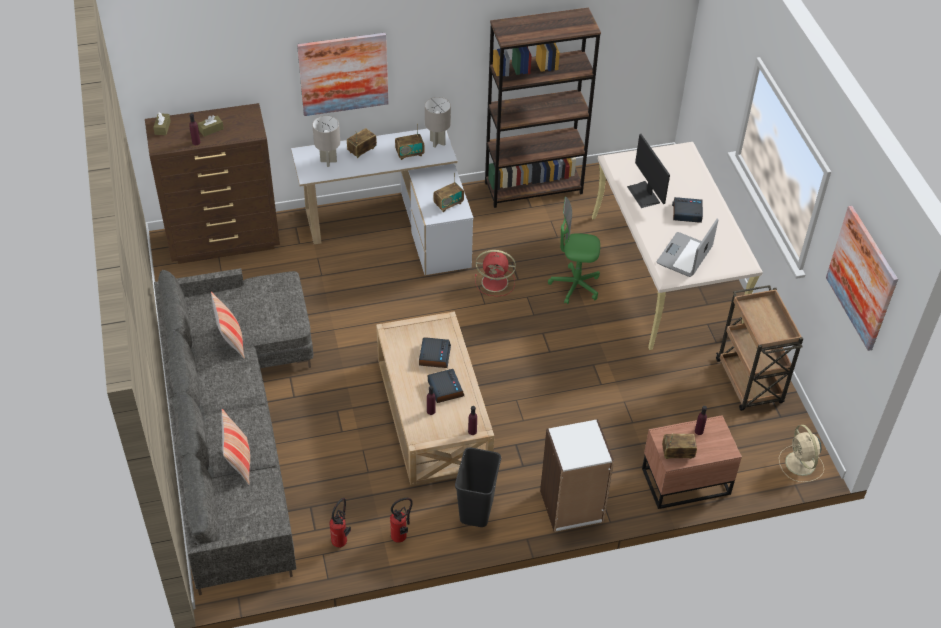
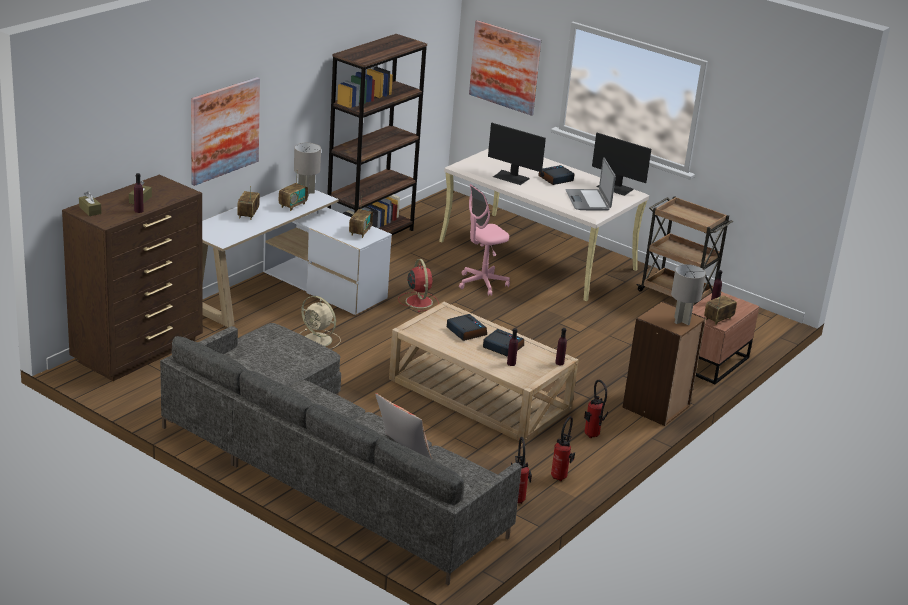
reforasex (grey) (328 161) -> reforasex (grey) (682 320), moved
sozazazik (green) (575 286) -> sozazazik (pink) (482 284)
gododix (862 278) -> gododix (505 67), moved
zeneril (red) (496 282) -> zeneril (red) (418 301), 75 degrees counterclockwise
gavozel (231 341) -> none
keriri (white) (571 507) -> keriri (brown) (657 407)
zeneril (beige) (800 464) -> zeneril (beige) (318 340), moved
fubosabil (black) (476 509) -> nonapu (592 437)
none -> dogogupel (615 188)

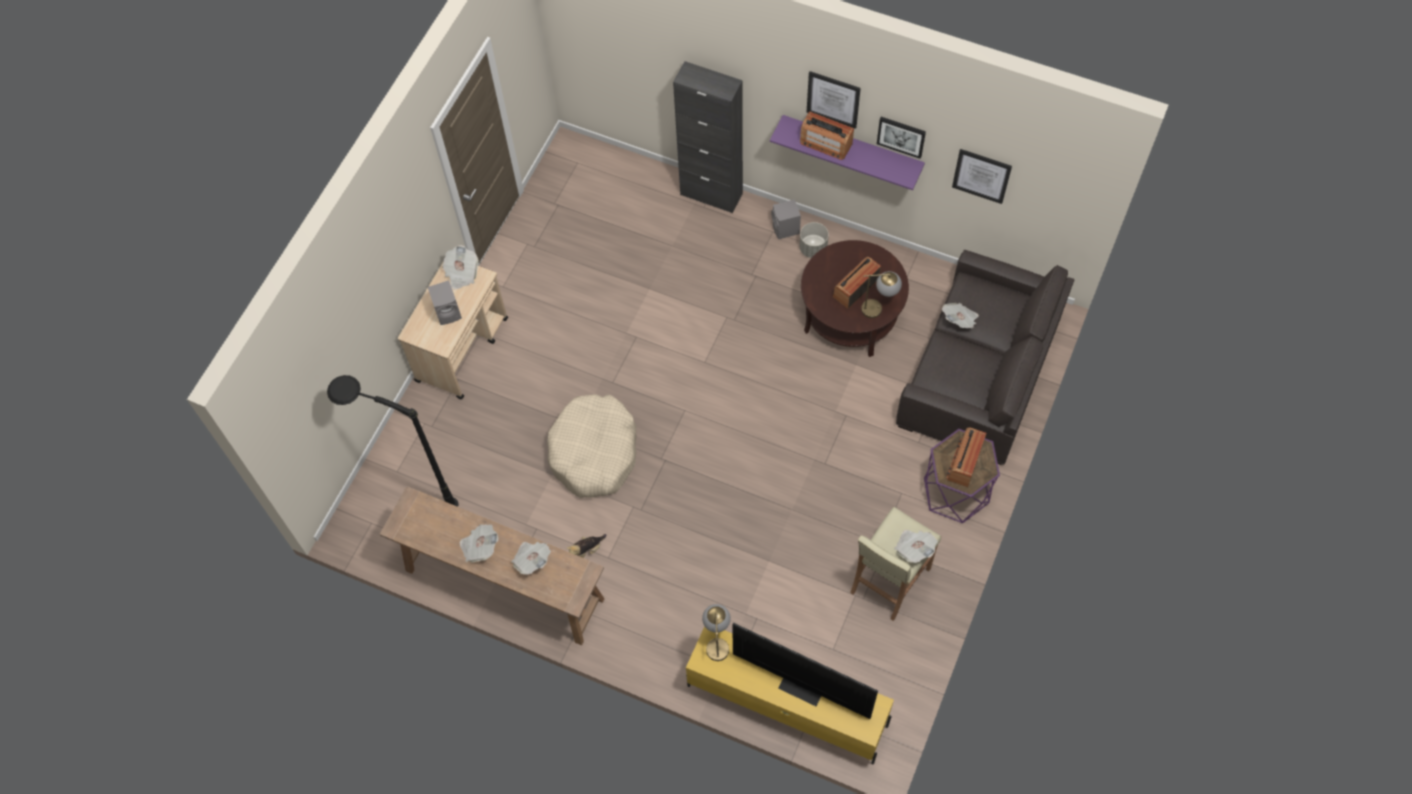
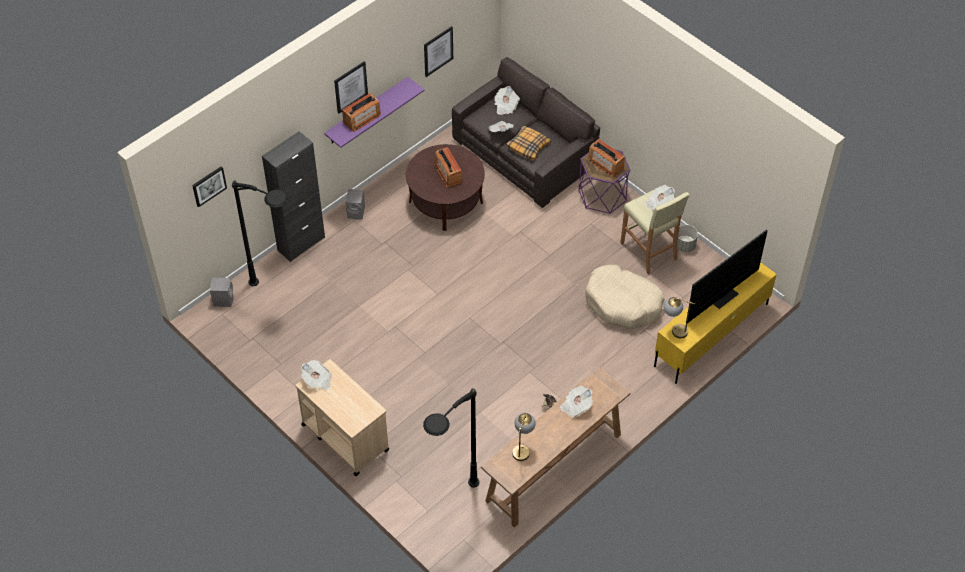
gododix (901 136) -> gododix (209 186), moved
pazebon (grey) (813 248) -> pazebon (grey) (684 245), moved
reforasex (879 308) -> reforasex (522 448), moved
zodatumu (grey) (449 312) -> zodatumu (grey) (223 299), moved
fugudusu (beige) (594 452) -> fugudusu (beige) (623 303), moved
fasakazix (480 547) -> fasakazix (506 106), moved
none -> gavozel (528 146)
none -> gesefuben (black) (281 295)

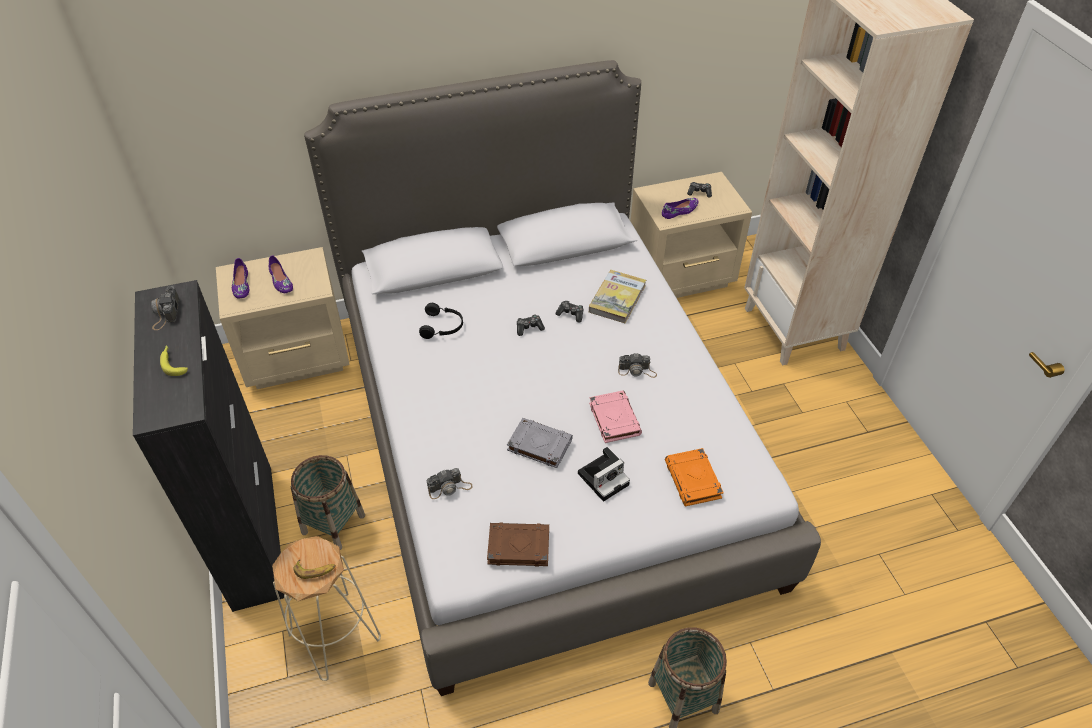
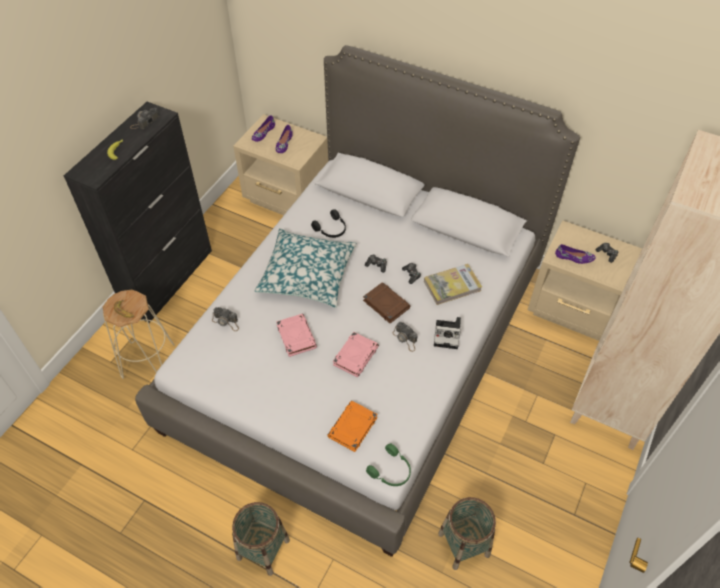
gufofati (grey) (539 445) -> gufofati (pink) (296 336)
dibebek (604 477) -> dibebek (448 335), moved
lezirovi (333 524) -> lezirovi (463 544), moved
gufofati (brown) (518 547) -> gufofati (brown) (385 304), moved
none -> gavozel (307 275)
none -> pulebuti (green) (391 471)

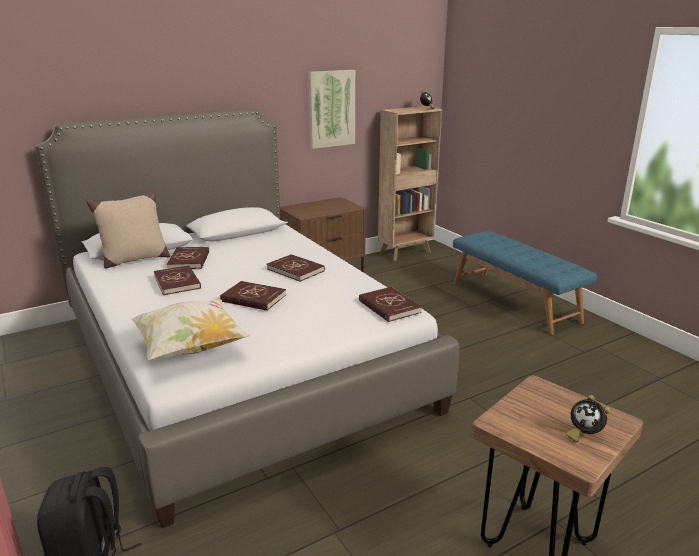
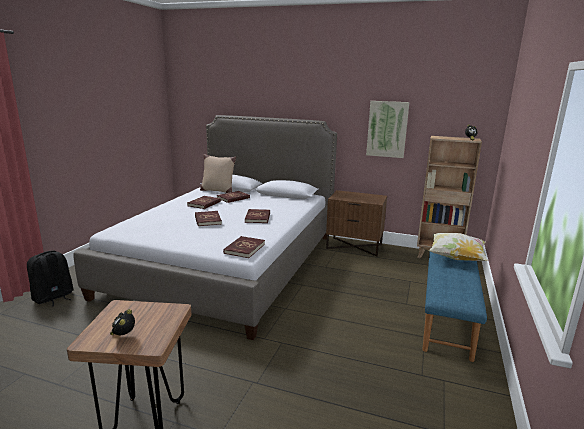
gavozel (191 348) -> gavozel (456 258), moved

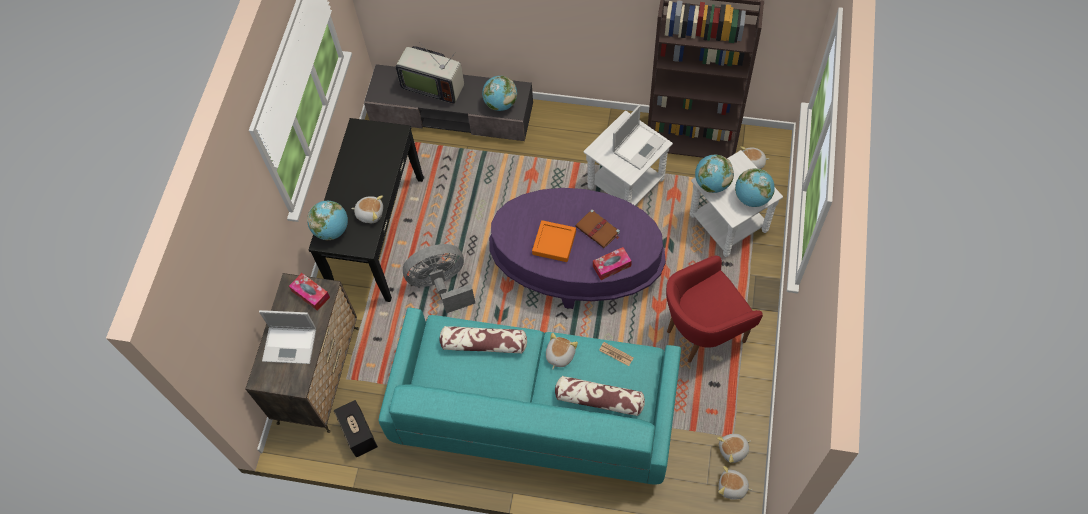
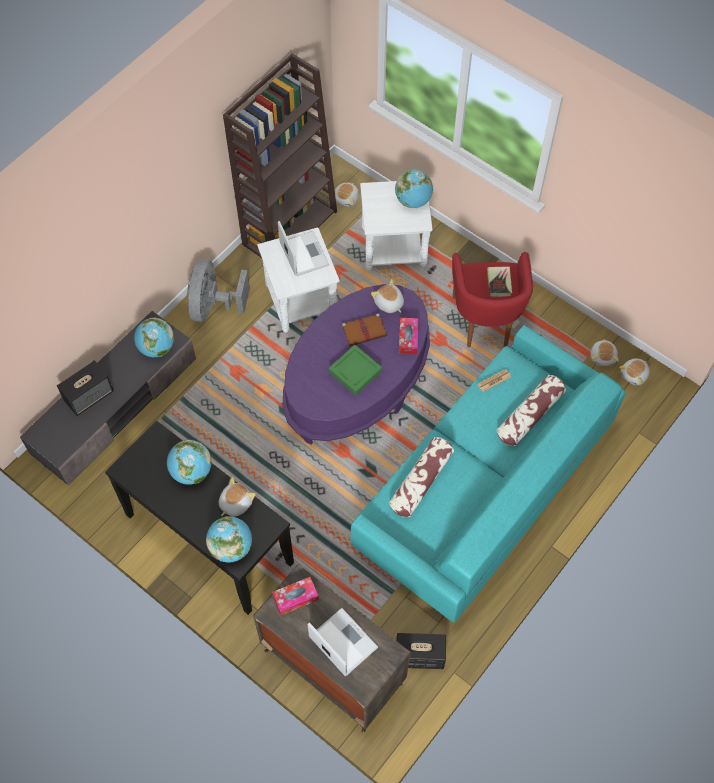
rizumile (433 85) -> zodatumu (89 396)
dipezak (712 184) -> dipezak (191 471), moved
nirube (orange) (554 243) -> nirube (green) (355 372)
zeneril (grey) (442 285) -> zeneril (grey) (213 306), moved
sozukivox (291 344) -> sozukivox (342 641), 75 degrees counterclockwise
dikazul (559 355) -> dikazul (389 303), moved
none -> gufofati (499 282)

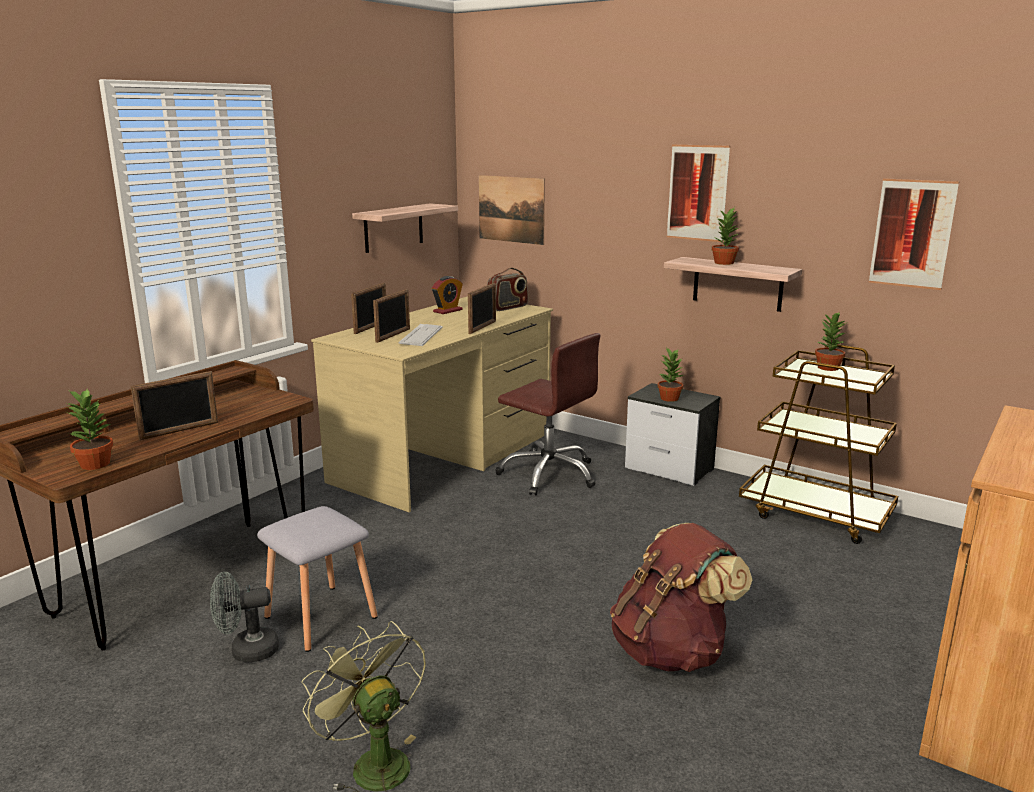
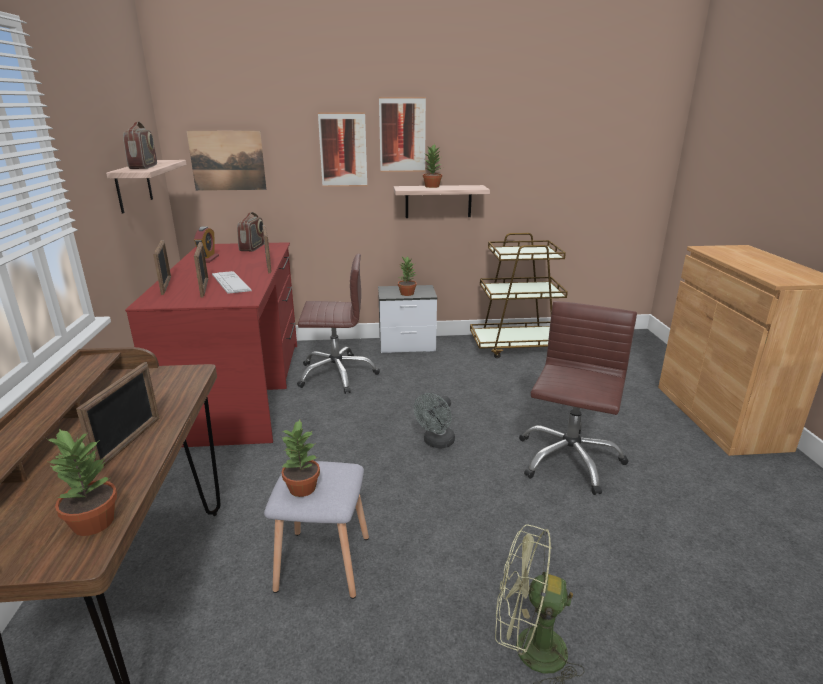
gododix (912 234) -> gododix (343 150), moved
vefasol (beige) (445 457) -> vefasol (red) (240 388)
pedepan (827 368) -> pedepan (302 488), moved
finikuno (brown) (671 651) -> sozazazik (brown) (568 459)
zeneril (grey) (247 651) -> zeneril (grey) (436 443), moved
none -> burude (144 167)

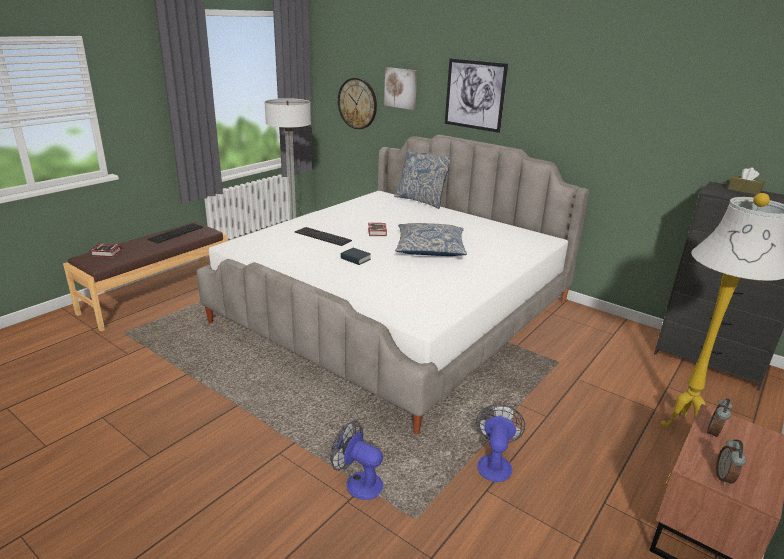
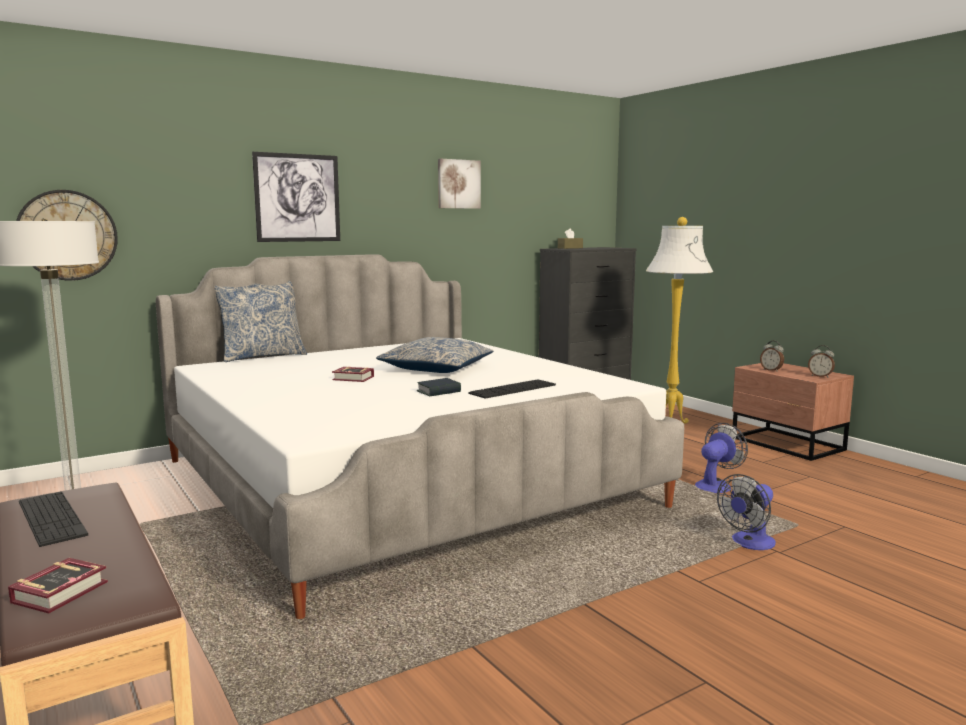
gododix (401 88) -> gododix (458 184), moved
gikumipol (322 236) -> gikumipol (513 389), moved
zeneril (494 463) -> zeneril (716 485), 105 degrees clockwise

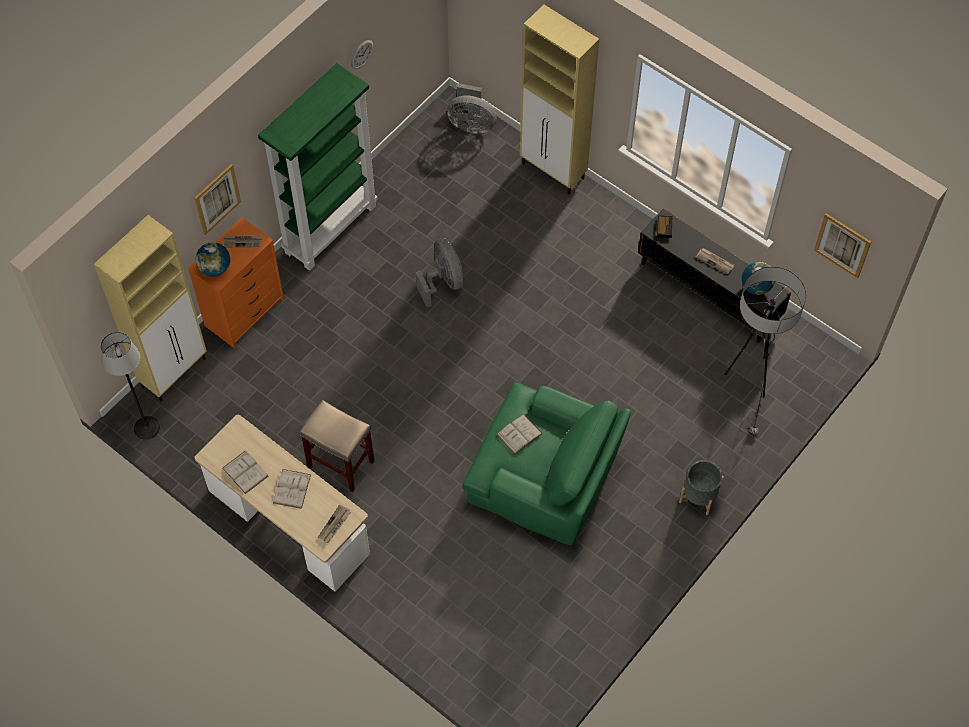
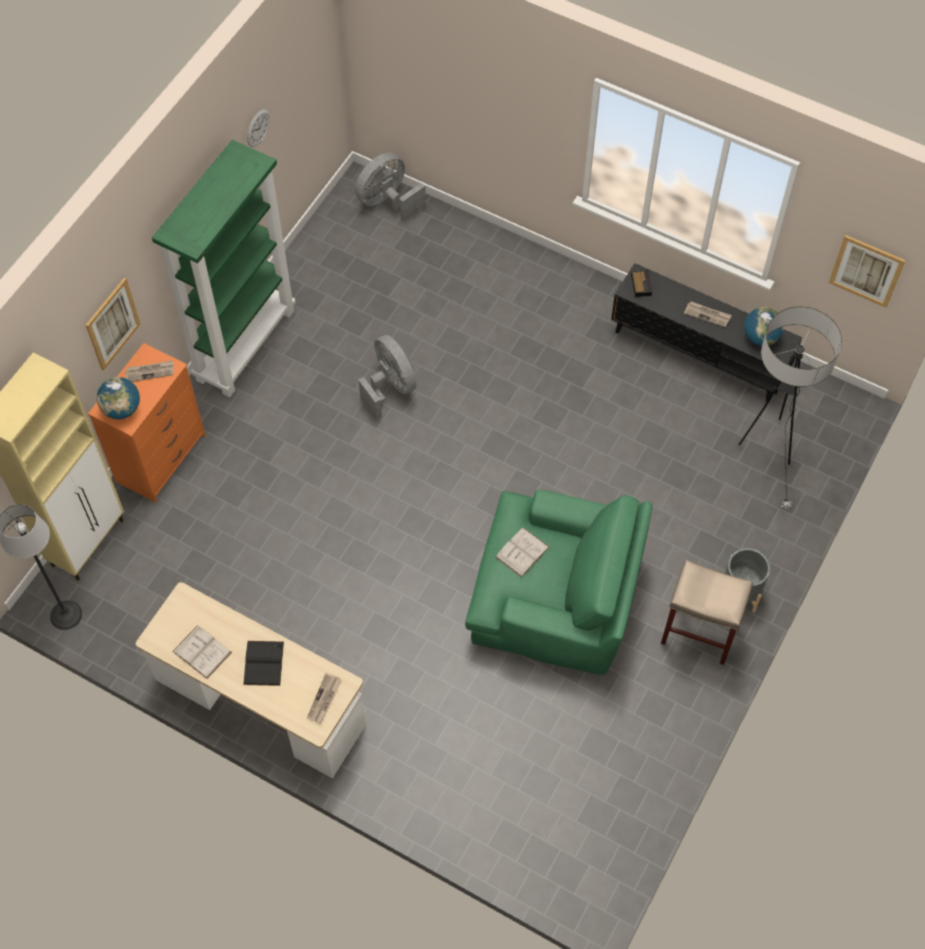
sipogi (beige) (553 171) -> none
zeneril (grey) (472 124) -> zeneril (grey) (388 201), 135 degrees clockwise
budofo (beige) (342 464) -> budofo (beige) (700 632), moved
gufofati (white) (292 488) -> gufofati (black) (263 663)

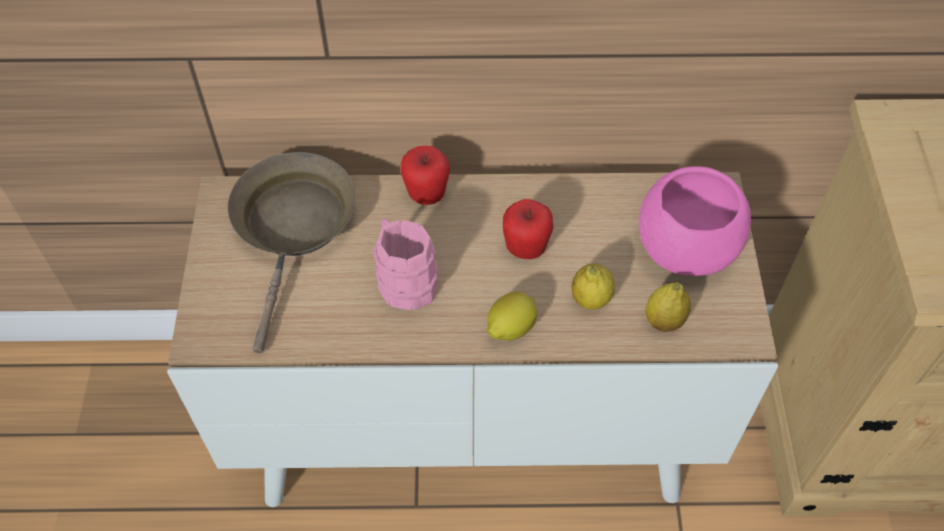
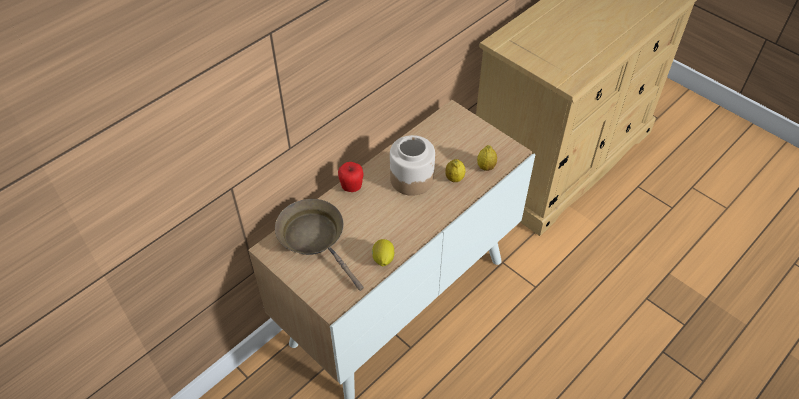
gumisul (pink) (686 250) -> none
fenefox (526 248) -> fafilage (411 178)
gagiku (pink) (404 279) -> none
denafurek (510 328) -> denafurek (383 259), moved

